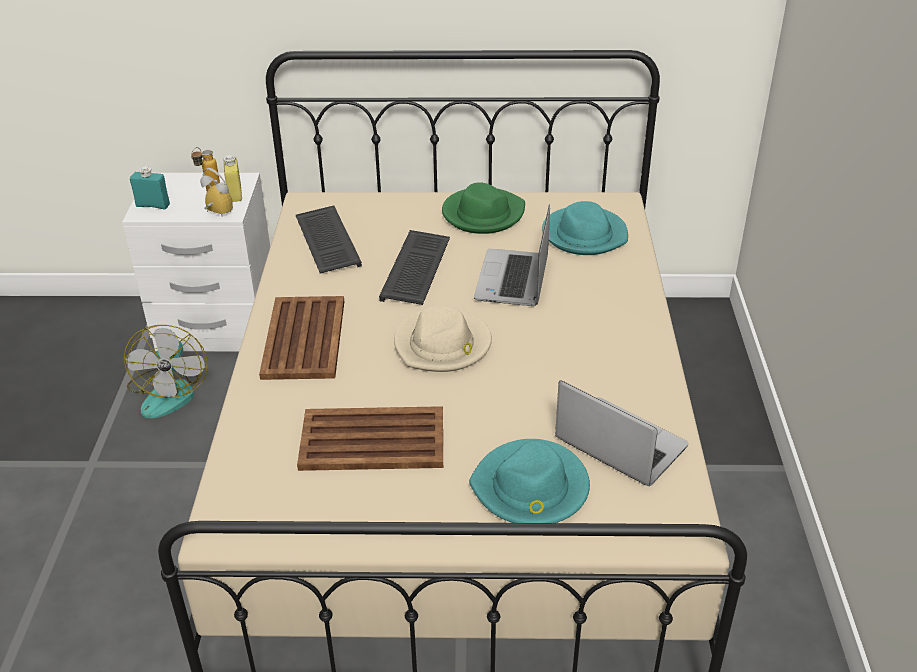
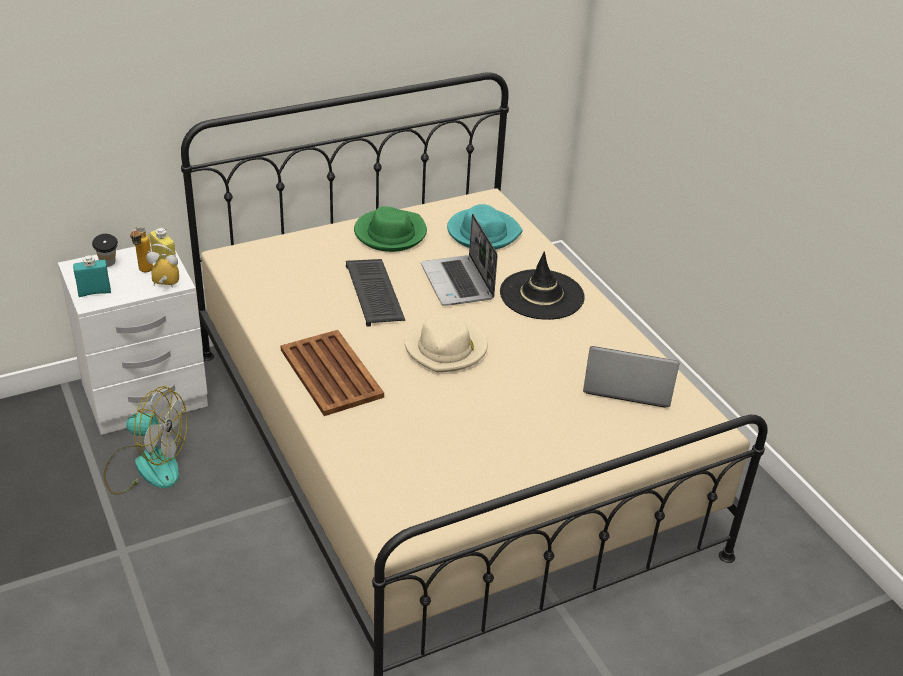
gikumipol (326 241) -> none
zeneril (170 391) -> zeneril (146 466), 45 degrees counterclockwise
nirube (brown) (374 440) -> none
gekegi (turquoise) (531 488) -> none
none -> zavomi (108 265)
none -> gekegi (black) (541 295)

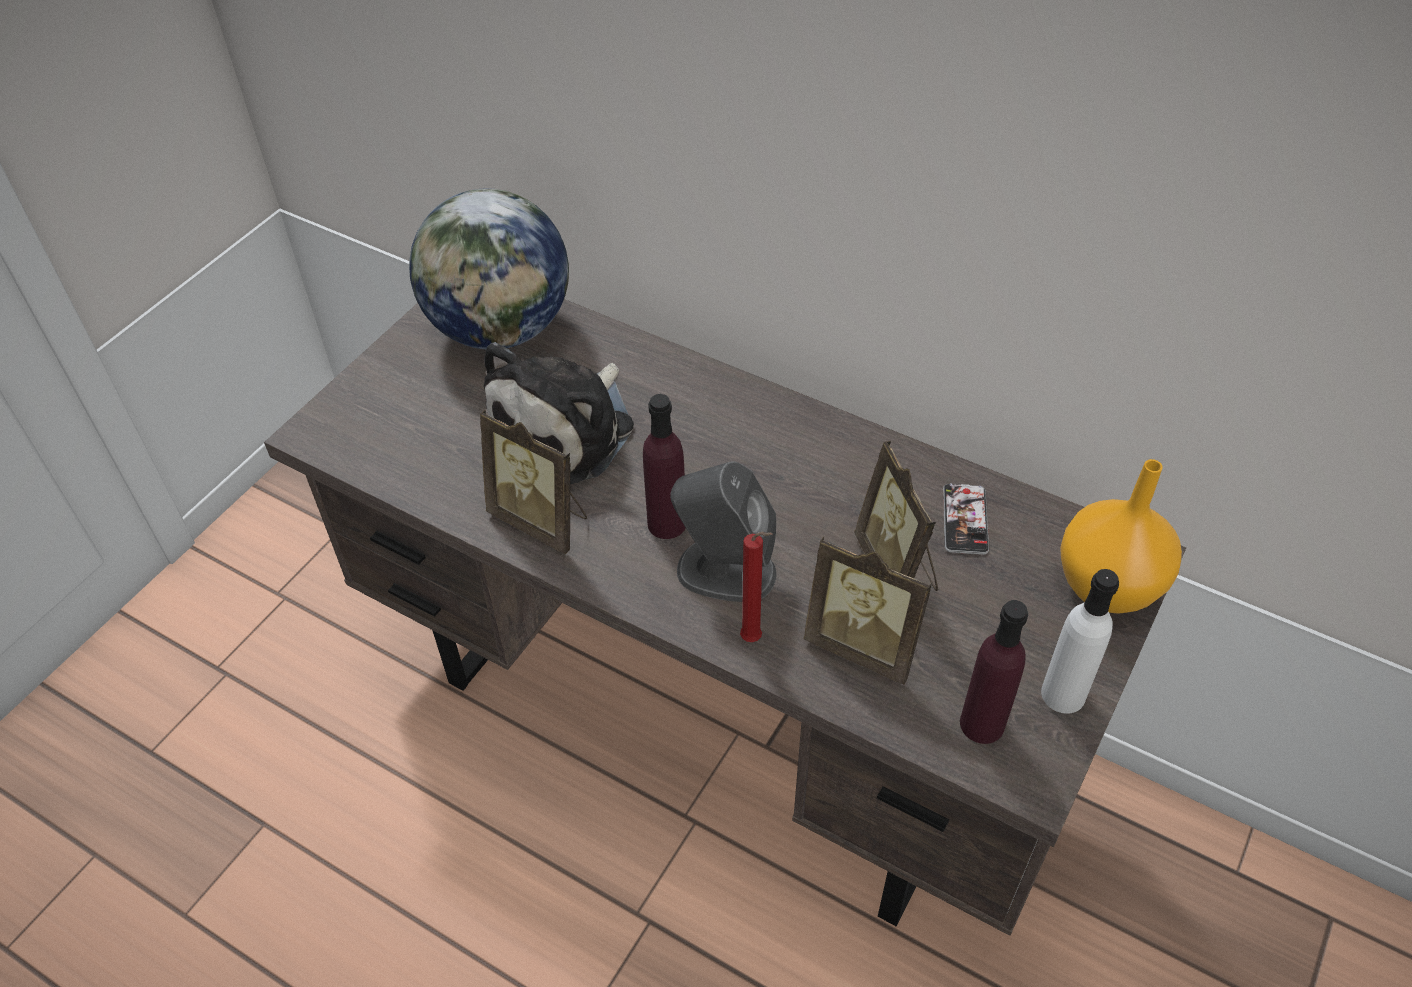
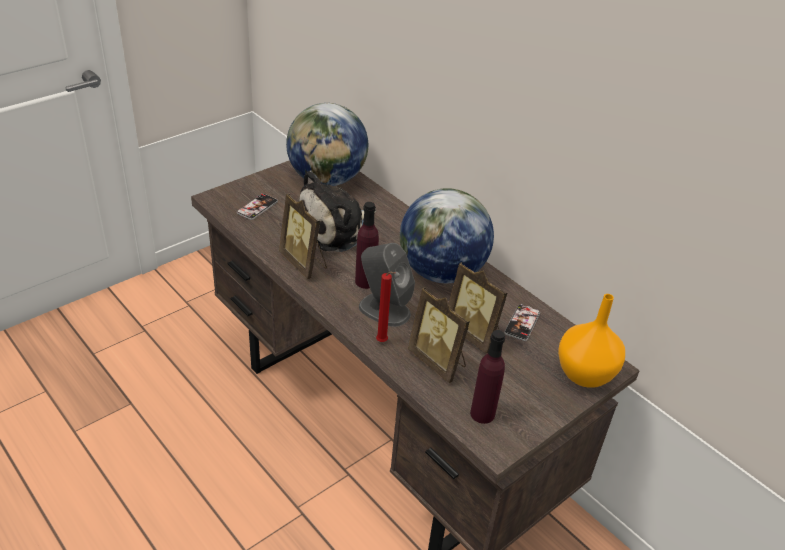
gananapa (897 568) -> gananapa (474 334), 45 degrees counterclockwise
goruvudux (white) (1063 694) -> none
none -> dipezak (441 272)
none -> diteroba (257 207)

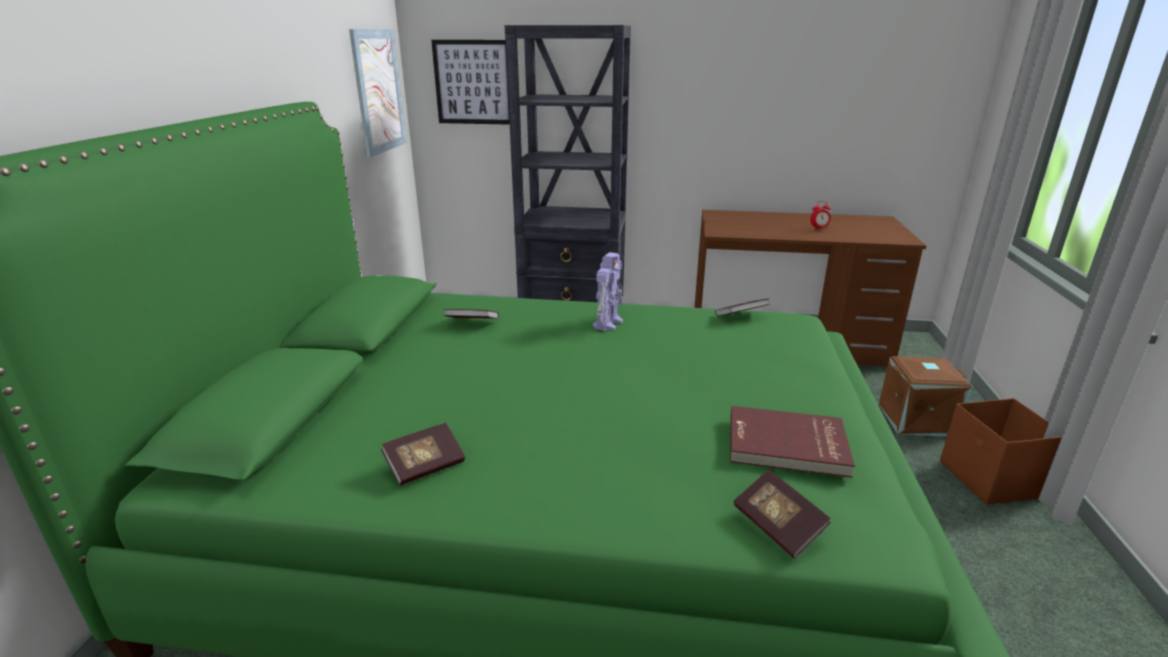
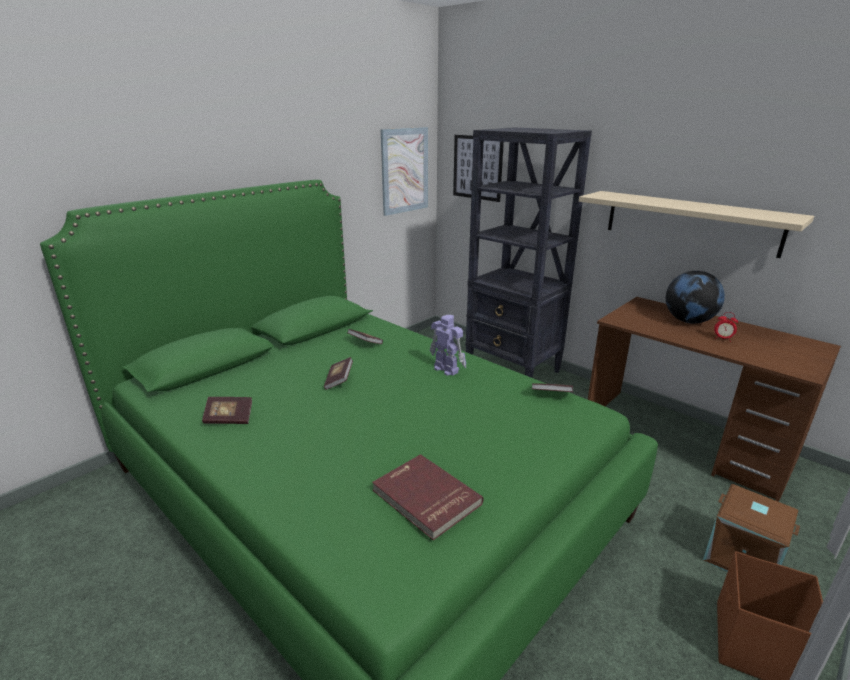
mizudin (608 323) -> mizudin (446 369), 105 degrees counterclockwise
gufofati (777 526) -> gufofati (339 380), moved
none -> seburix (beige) (690 222)
none -> dipezak (688 321)

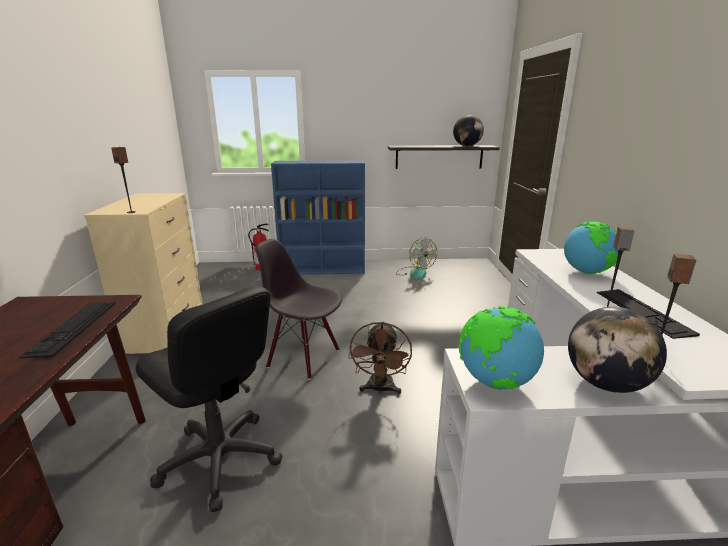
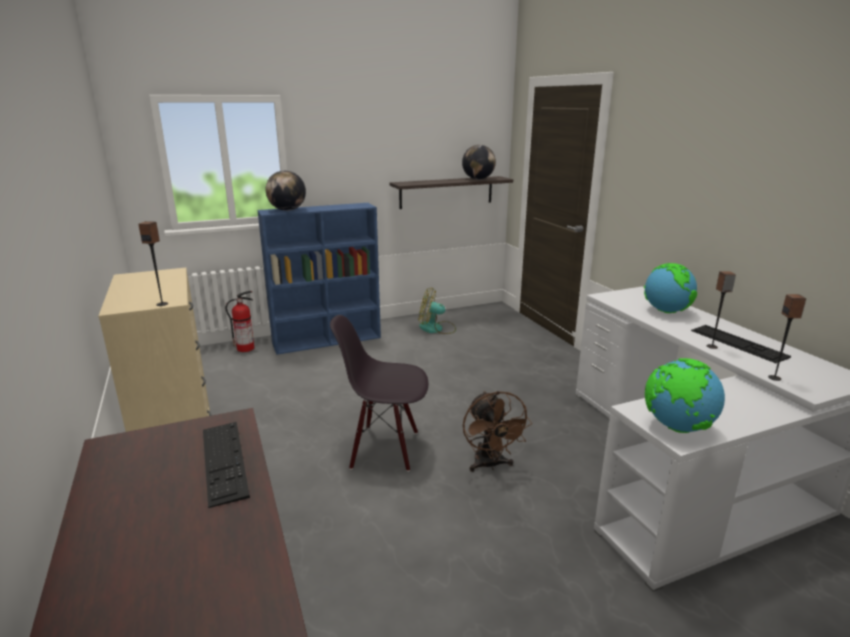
zeneril (414 272) -> zeneril (436 329), 150 degrees clockwise
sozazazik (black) (219 459) -> none
dipezak (605 384) -> dipezak (287 210), moved

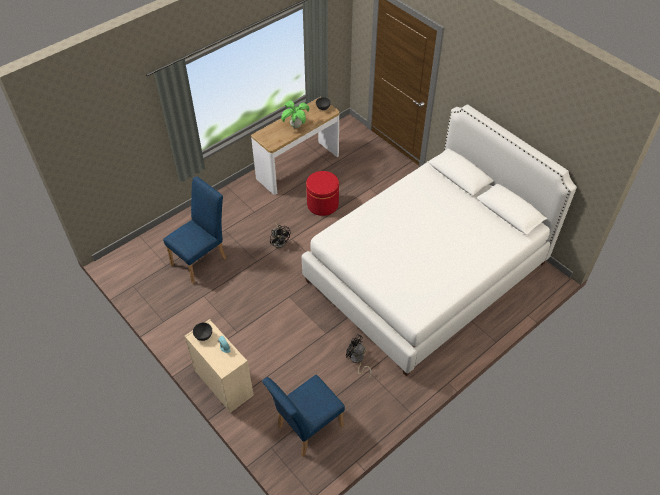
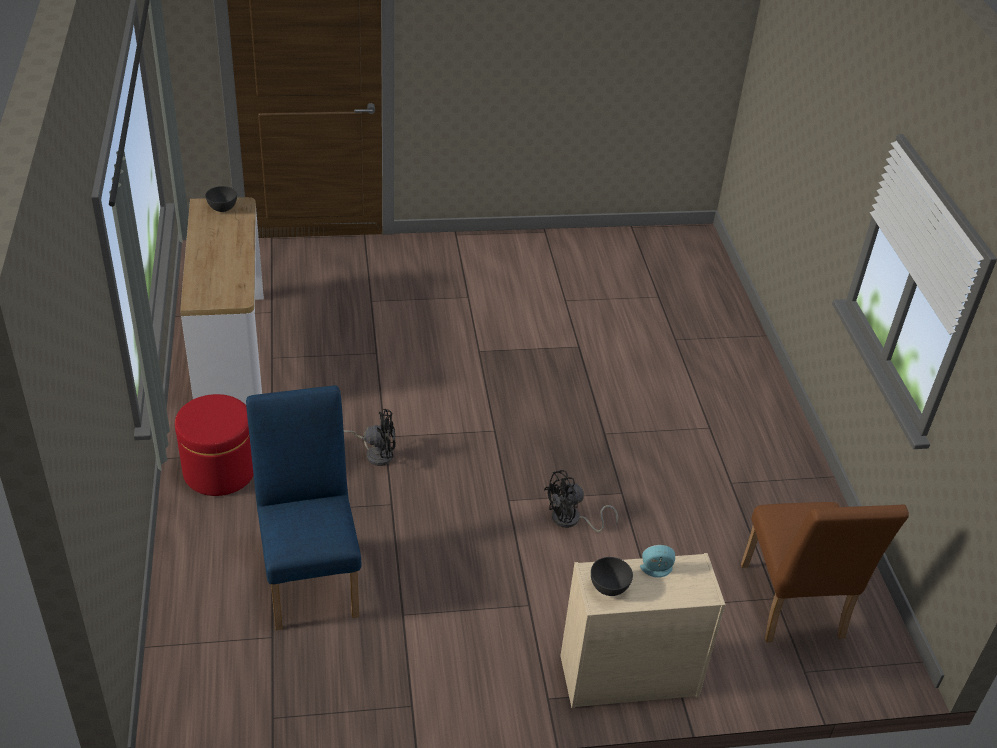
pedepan (296 126) -> none
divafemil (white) (426 271) -> none
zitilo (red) (322 204) -> zitilo (red) (219 471), moved
zeneril (black) (357 360) -> zeneril (black) (571 520), moved
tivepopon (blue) (306 428) -> tivepopon (brown) (793 608)

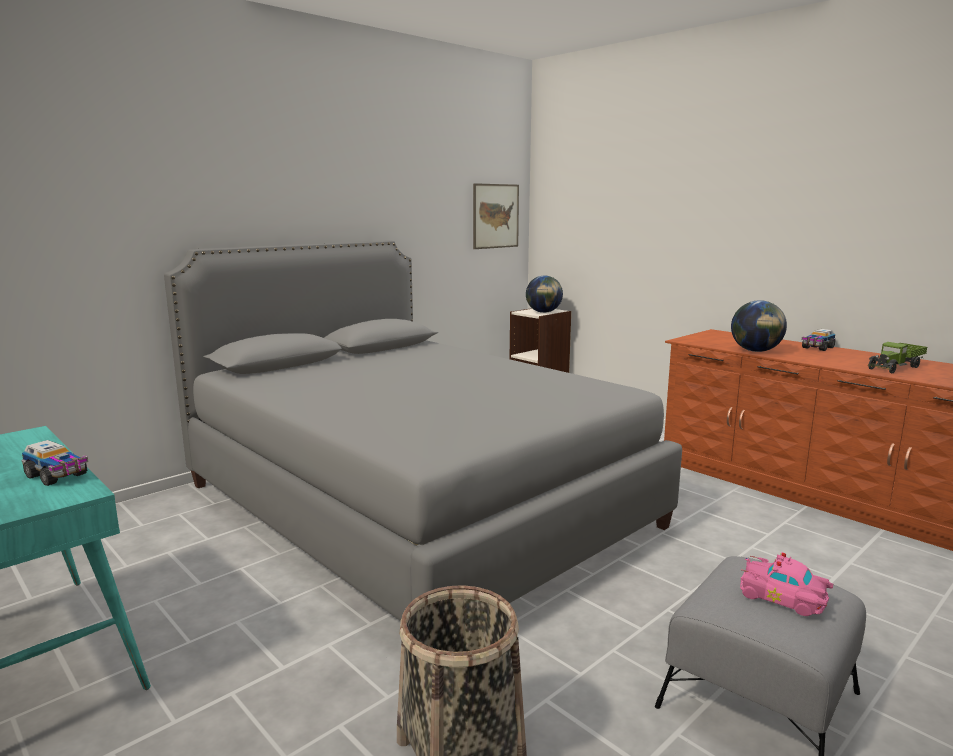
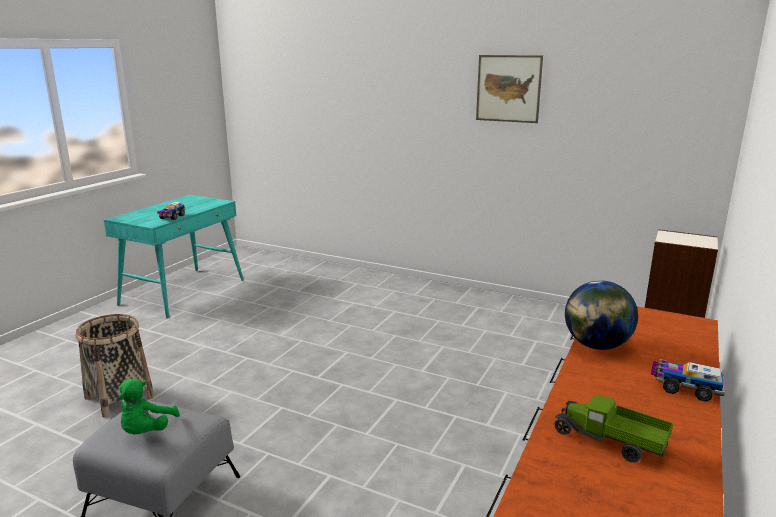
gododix (495 216) -> gododix (508 88), moved
divafemil (grey) (415 505) -> none
dipezak (543 312) -> none
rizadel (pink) (784 599) -> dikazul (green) (147 431)

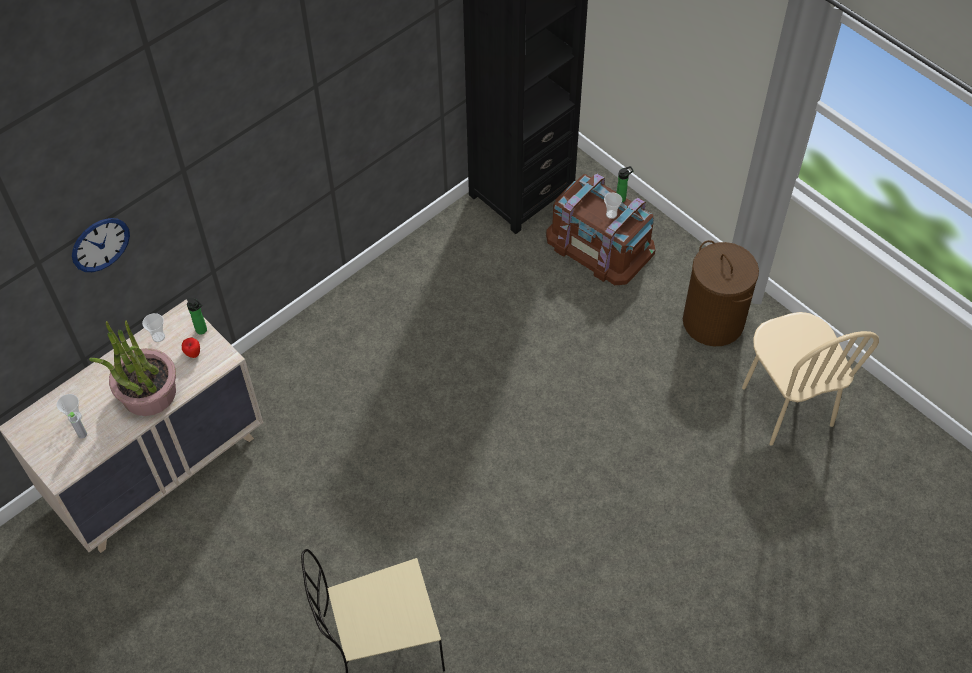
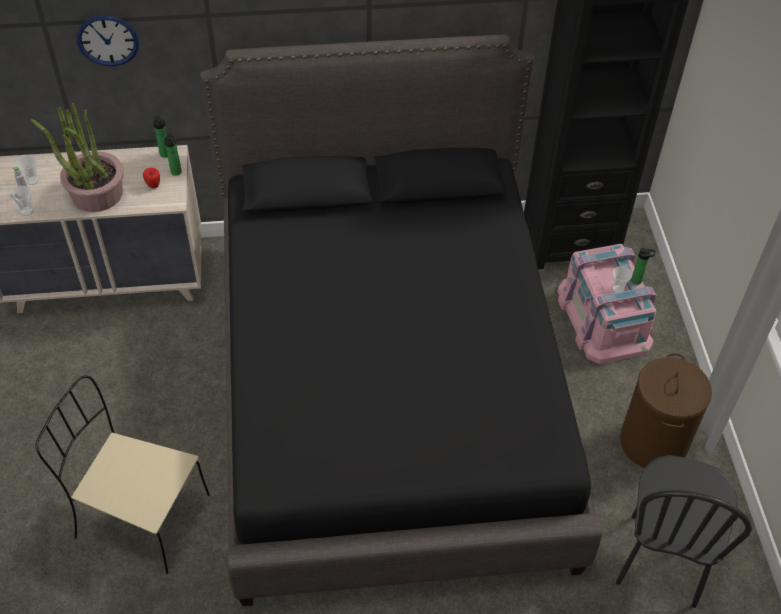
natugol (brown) (600 243) -> natugol (pink) (604 318)
tivepopon (beige) (786 406) -> tivepopon (black) (661 560)
zavomi (158 337) -> zavomi (27 211), moved
none -> divafemil (black) (389 390)
none -> goruvudux (165 155)

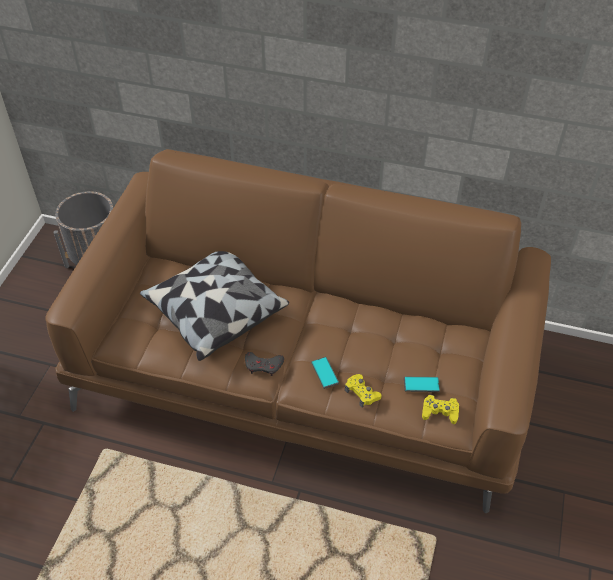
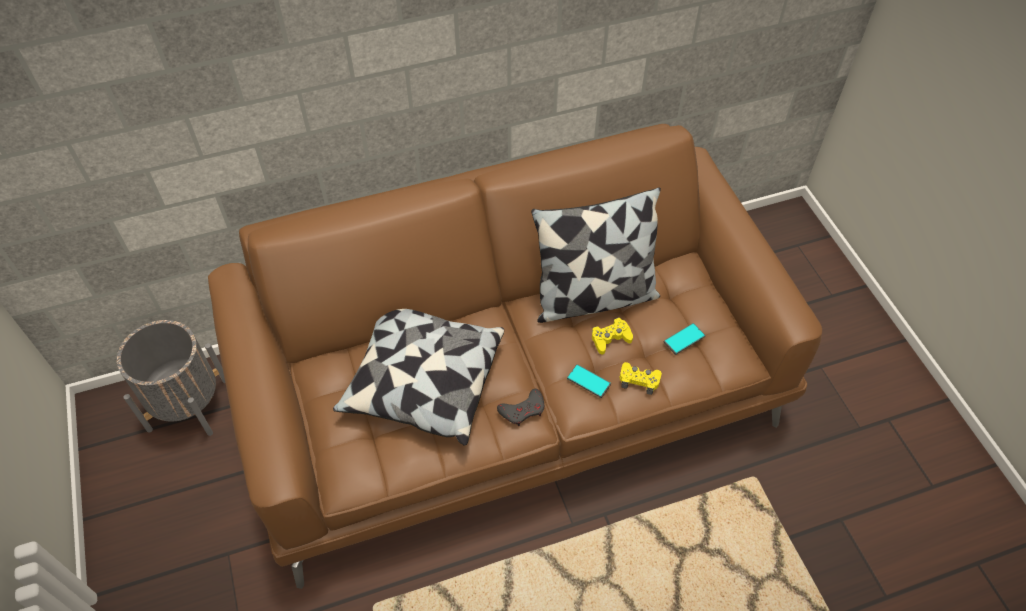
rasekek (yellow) (440 412) -> rasekek (yellow) (610 338), moved
none -> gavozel (594 297)

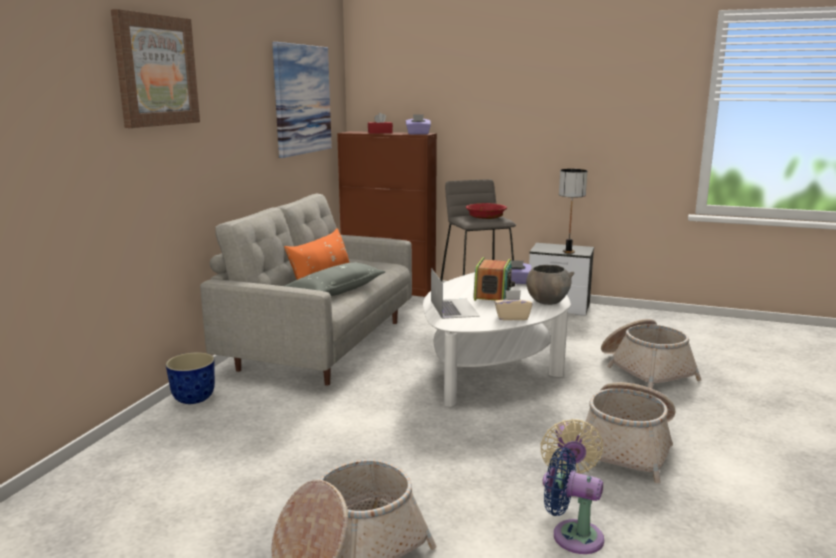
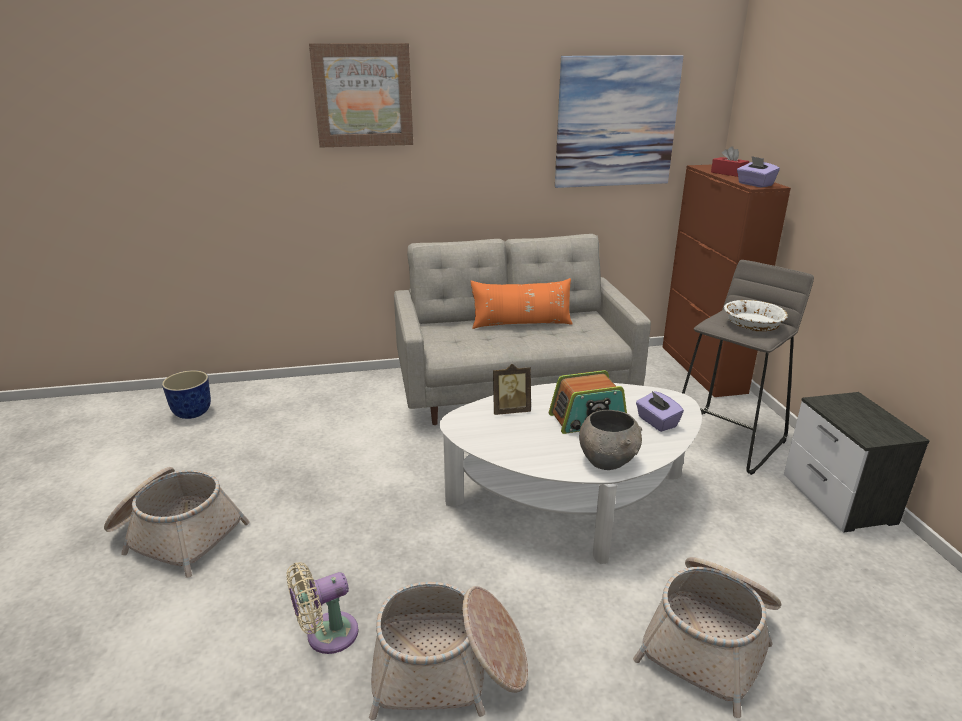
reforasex (568 251) -> none
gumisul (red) (486 217) -> gumisul (white) (753 325)
gavozel (grey) (336 290) -> none
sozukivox (454 308) -> gananapa (510 410)
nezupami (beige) (512 317) -> none
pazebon (193 398) -> pazebon (193 412), moved
zeneril (blue) (572 535) -> none

